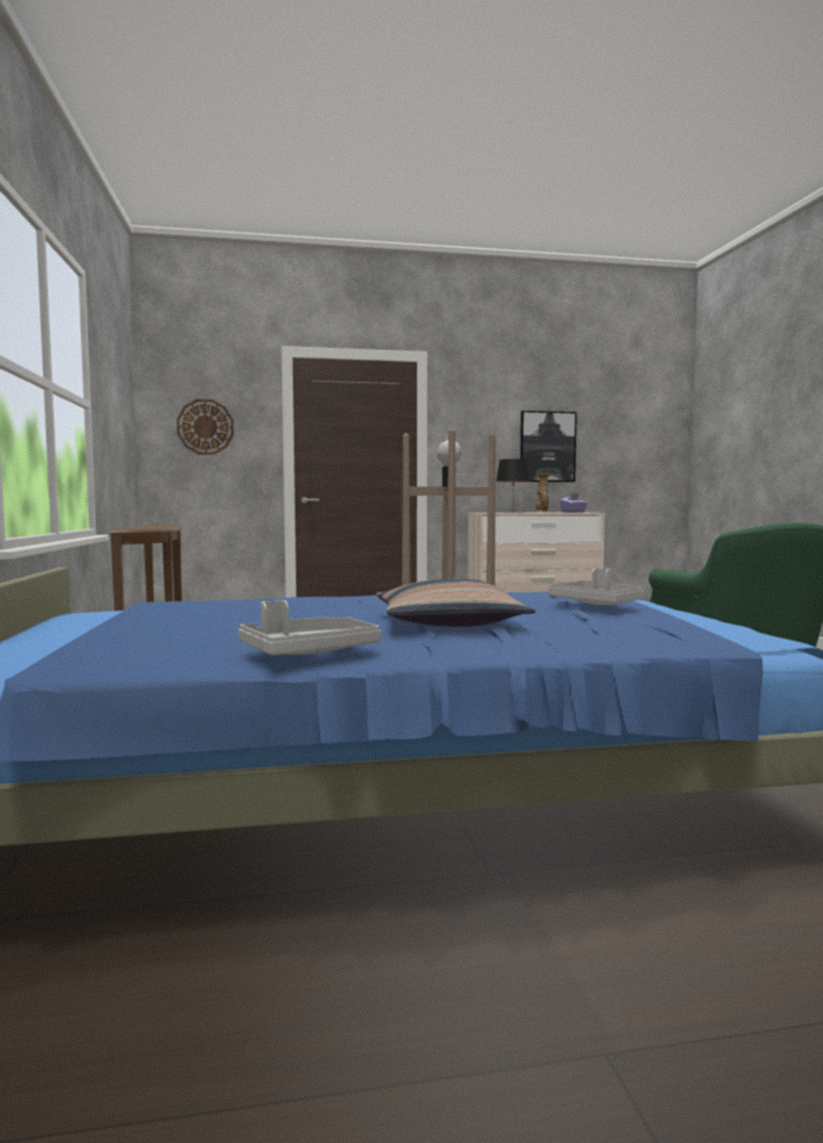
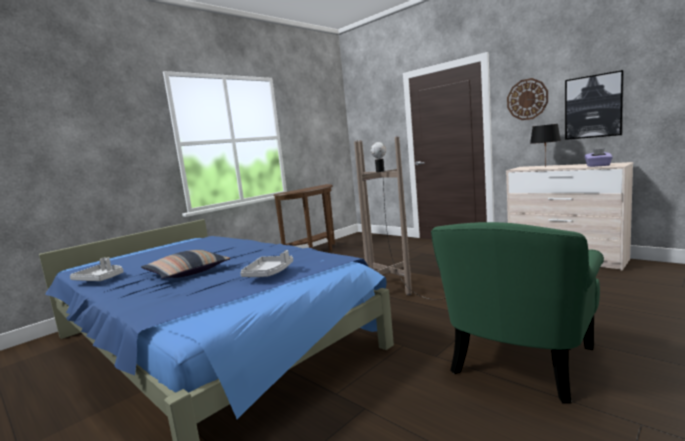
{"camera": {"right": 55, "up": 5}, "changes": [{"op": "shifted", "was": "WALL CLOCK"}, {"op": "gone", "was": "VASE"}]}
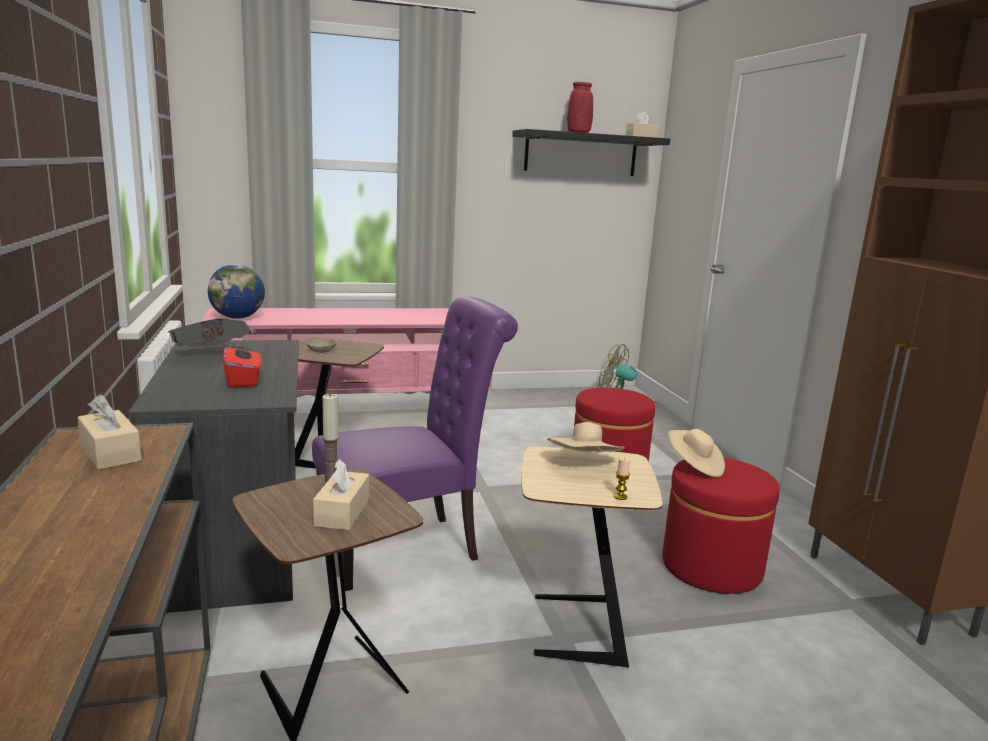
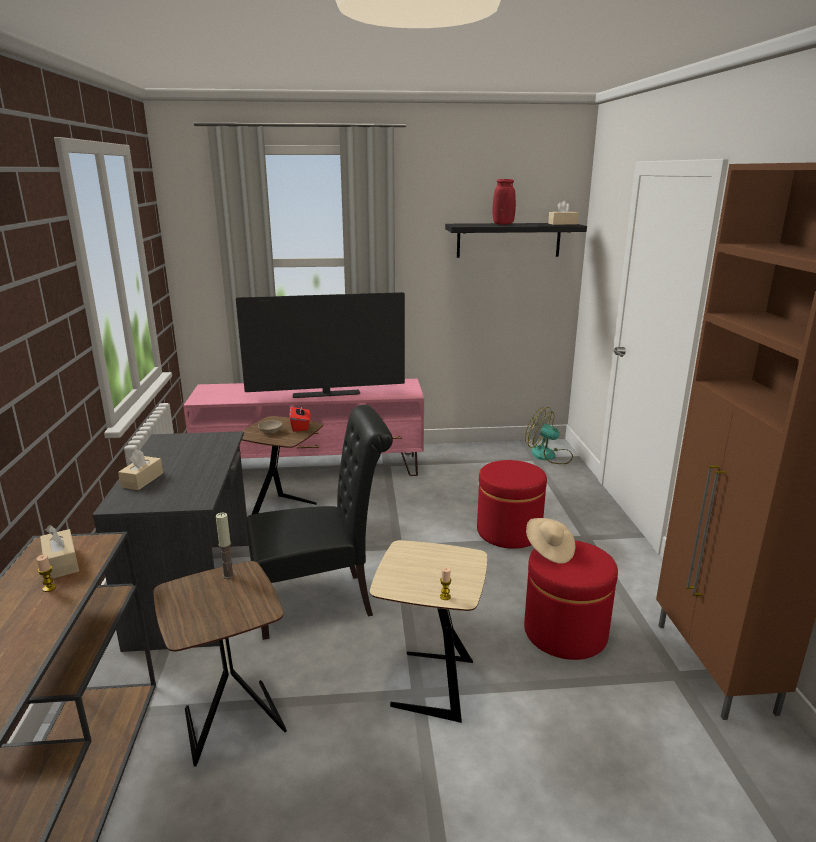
{"camera": {"right": 10, "up": 5}, "changes": [{"op": "gone", "was": "NEWSPAPER"}, {"op": "gone", "was": "GLOBE"}, {"op": "shifted", "was": "RED TISSUE BOX"}, {"op": "repainted", "was": "PURPLE CHAIR", "now": "BLACK CHAIR"}, {"op": "shifted", "was": "BEIGE TISSUE BOX (no. 2 from left)"}, {"op": "gone", "was": "BEIGE HAT (no. 1 from left)"}, {"op": "new", "now": "CANDLE (no. 1 from left)"}, {"op": "new", "now": "TELEVISION"}]}
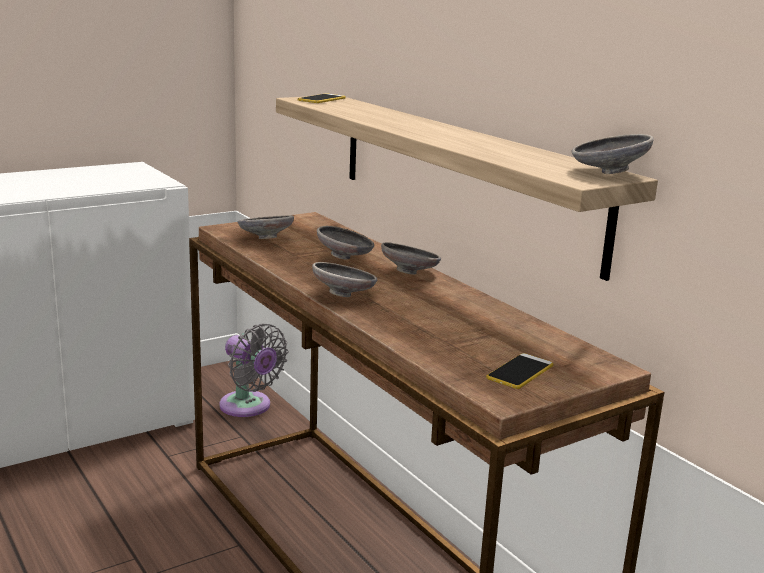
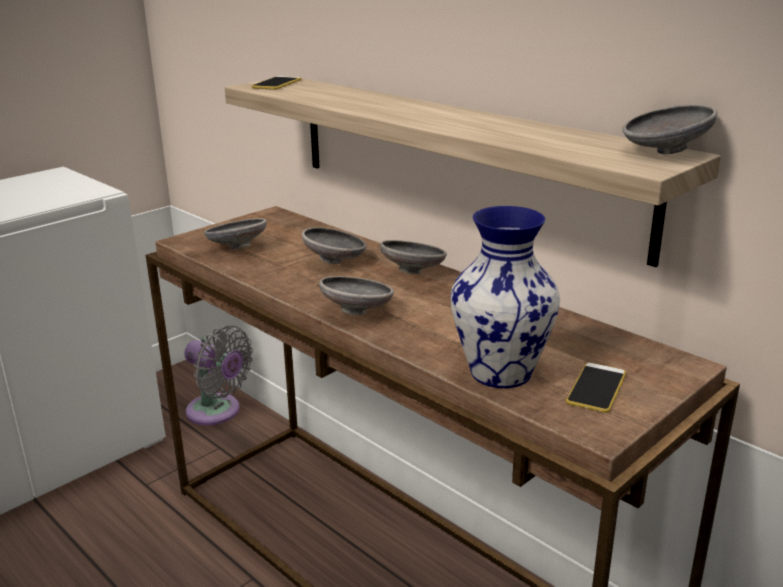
{"camera": {"right": -10, "up": 5}, "changes": [{"op": "new", "now": "VASE"}]}
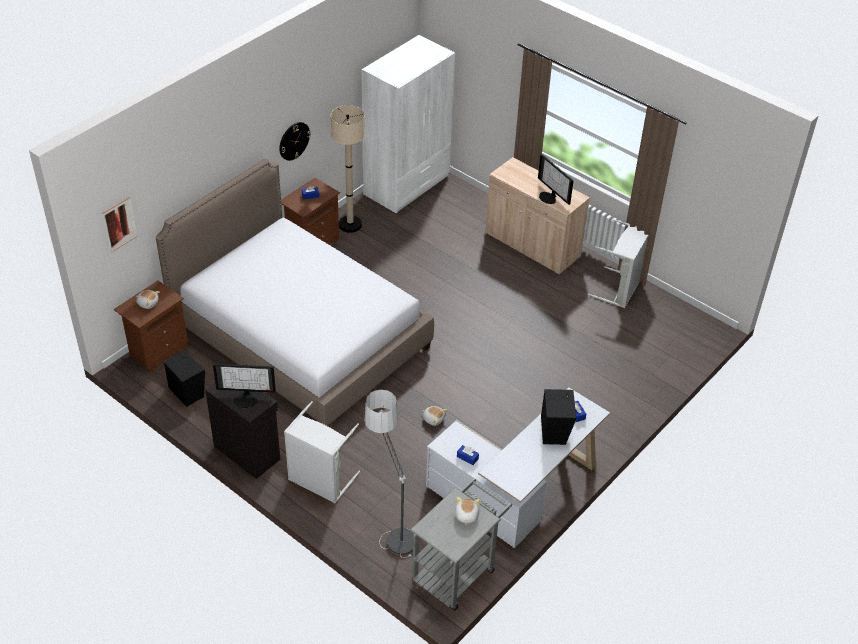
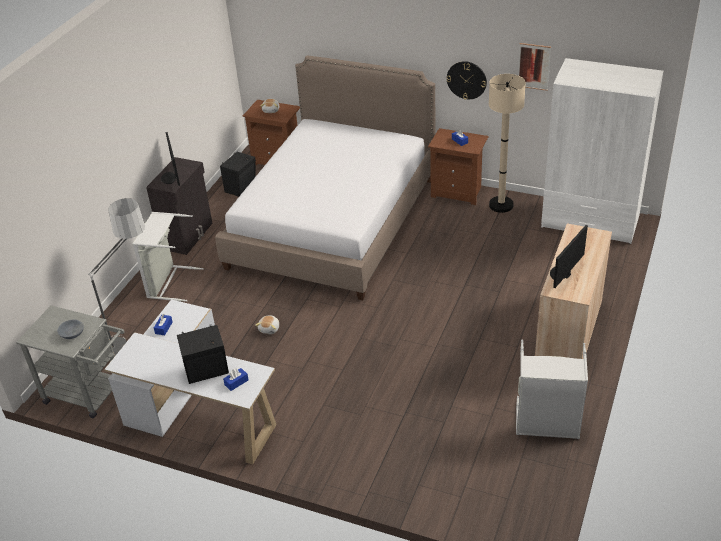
{"camera": {"right": 75, "up": -5}, "changes": [{"op": "shifted", "was": "PICTURE"}, {"op": "swapped", "was": "PLUSH TOY (no. 3 from left)", "now": "GREY BOWL"}]}
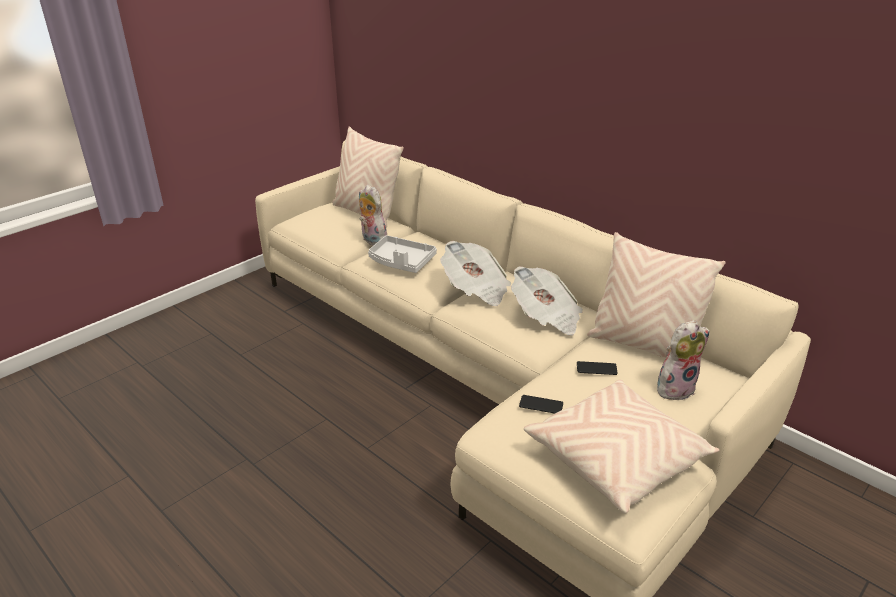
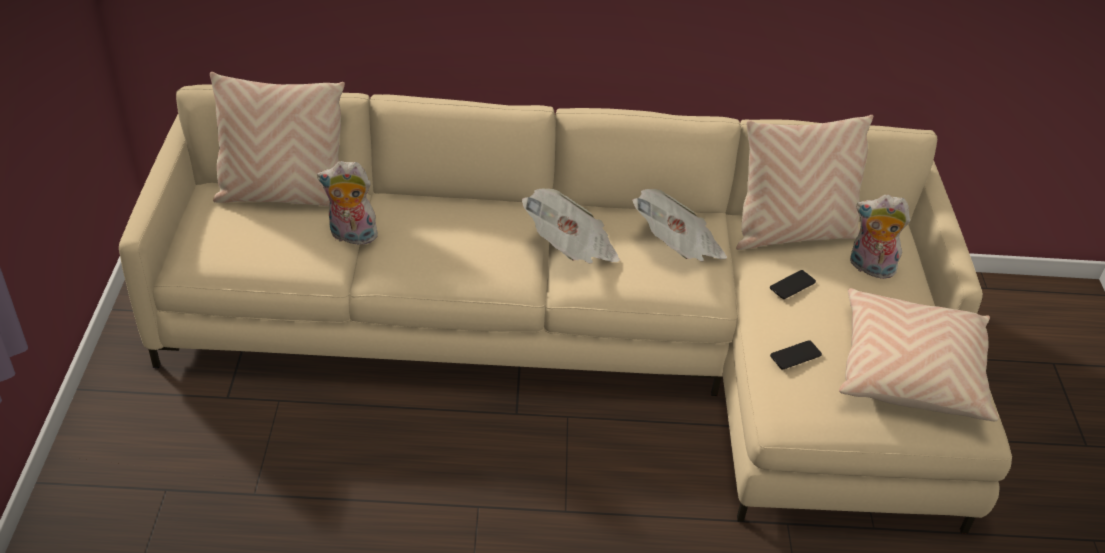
{"camera": {"right": -45, "up": 10}, "changes": [{"op": "gone", "was": "GREY TRAY"}, {"op": "rotated", "was": "PLUSH TOY (no. 2 from left)", "clockwise": -90}]}
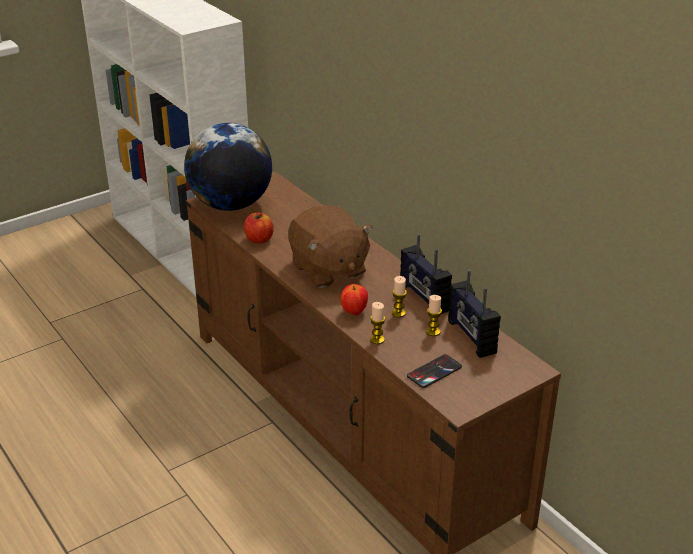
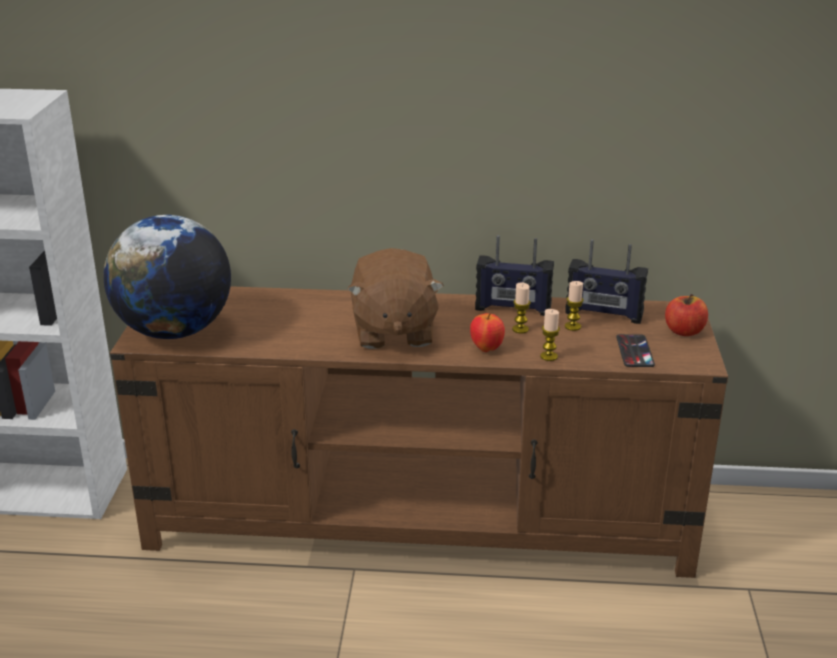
{"camera": {"right": -50, "up": -5}, "changes": [{"op": "shifted", "was": "APPLE (no. 1 from left in the first image)", "now": "APPLE (no. 2 from left)"}, {"op": "rotated", "was": "BROWN PLUSH TOY", "clockwise": 75}]}
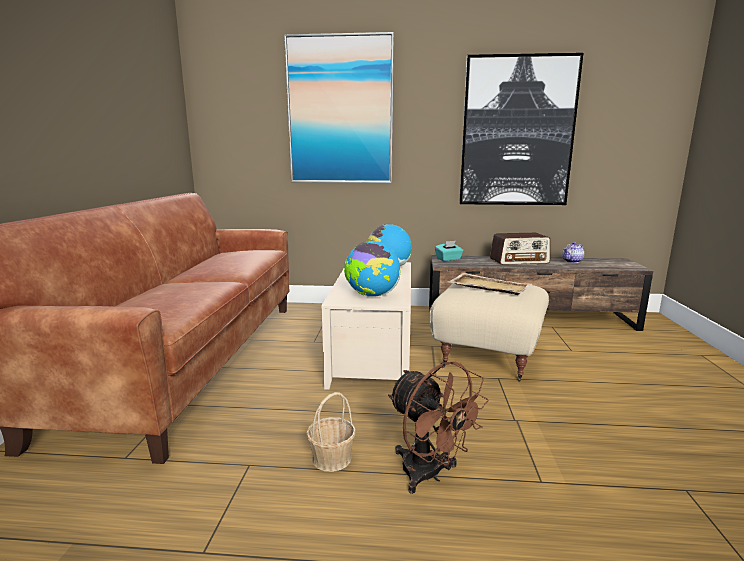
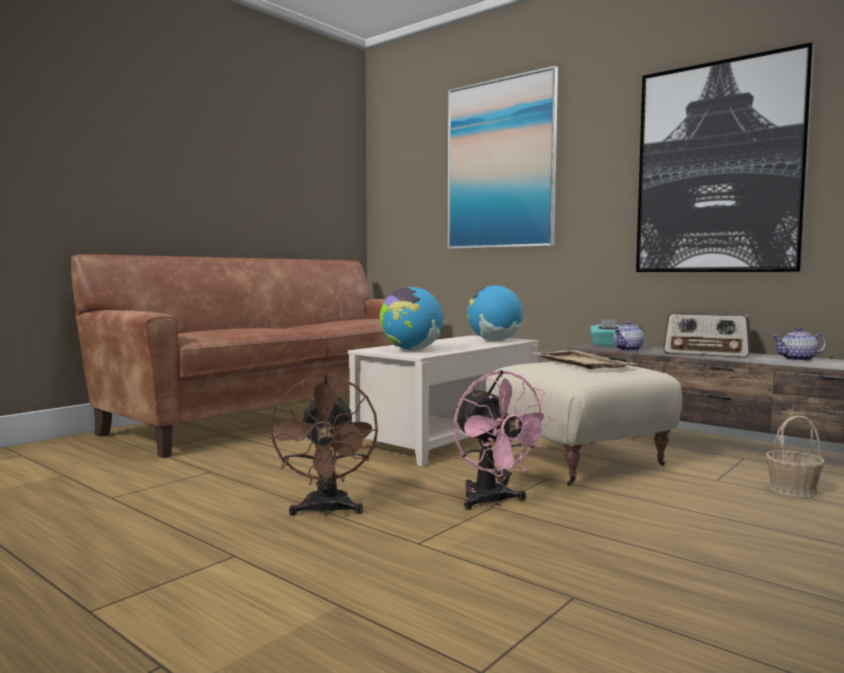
{"camera": {"right": 35, "up": -10}, "changes": [{"op": "shifted", "was": "BASKET"}, {"op": "new", "now": "PINK FAN"}, {"op": "new", "now": "TEAPOT (no. 1 from left)"}]}
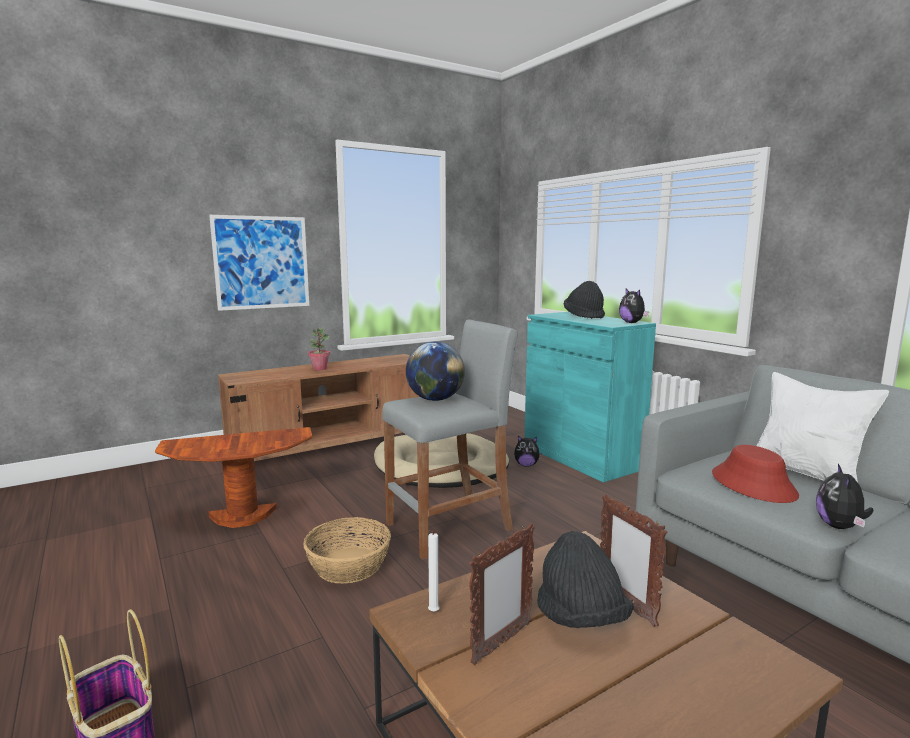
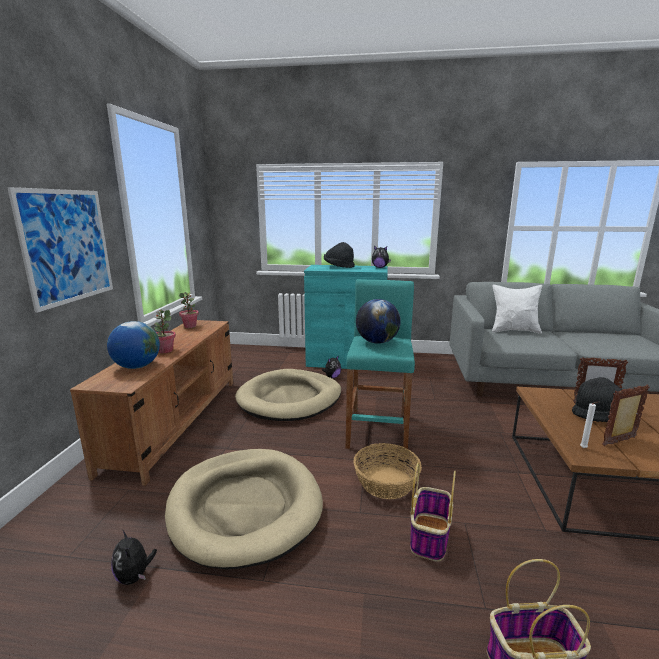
{"camera": {"right": -50, "up": 5}, "changes": [{"op": "swapped", "was": "BROWN SIDE TABLE", "now": "BEIGE DOG BED (no. 1 from left)"}, {"op": "repainted", "was": "GREY STOOL", "now": "TURQUOISE STOOL"}, {"op": "rotated", "was": "PICTURE FRAME (no. 1 from left in the first image)", "clockwise": -105}, {"op": "gone", "was": "RED HAT"}, {"op": "shifted", "was": "PLUSH TOY (no. 3 from left in the first image)", "now": "PLUSH TOY (no. 1 from left)"}, {"op": "new", "now": "GLOBE (no. 1 from left)"}, {"op": "new", "now": "POTTED PLANT (no. 2 from left)"}, {"op": "new", "now": "BASKET (no. 2 from left)"}]}
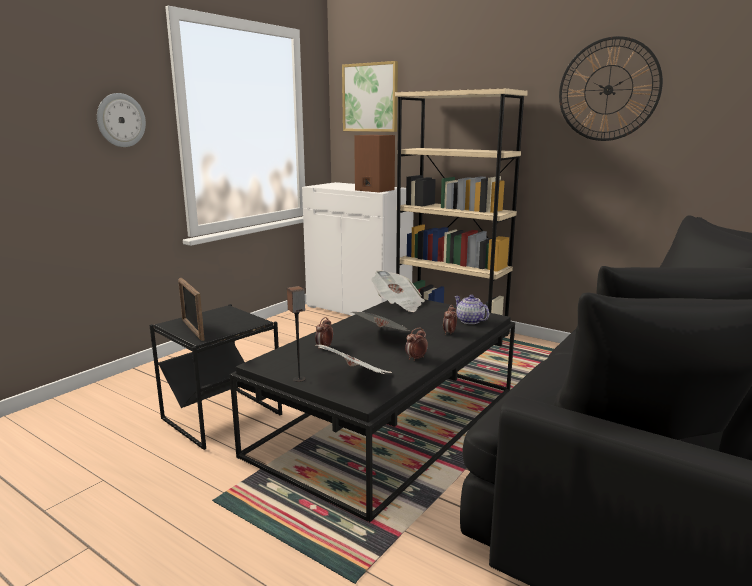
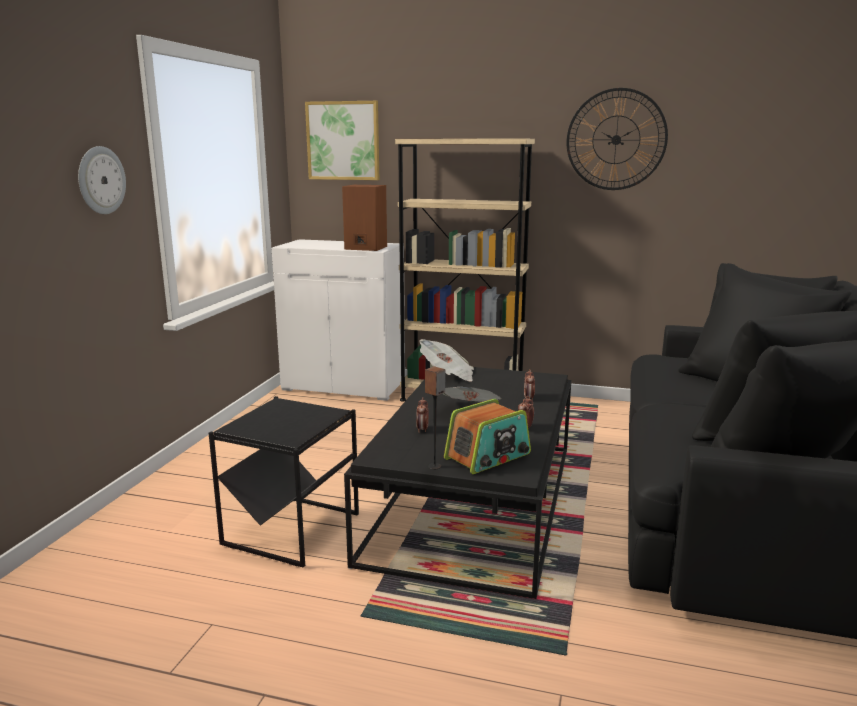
{"camera": {"right": -20, "up": 0}, "changes": [{"op": "gone", "was": "PICTURE FRAME"}, {"op": "swapped", "was": "NEWSPAPER (no. 1 from left)", "now": "RADIO"}, {"op": "gone", "was": "TEAPOT"}]}
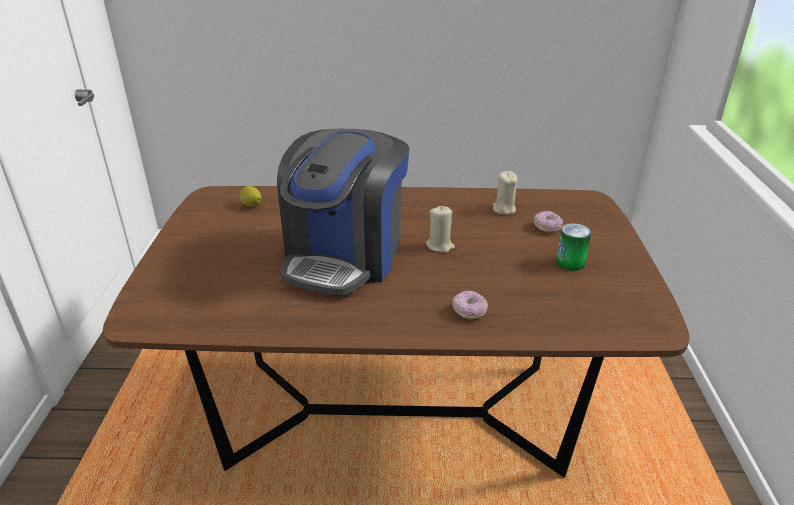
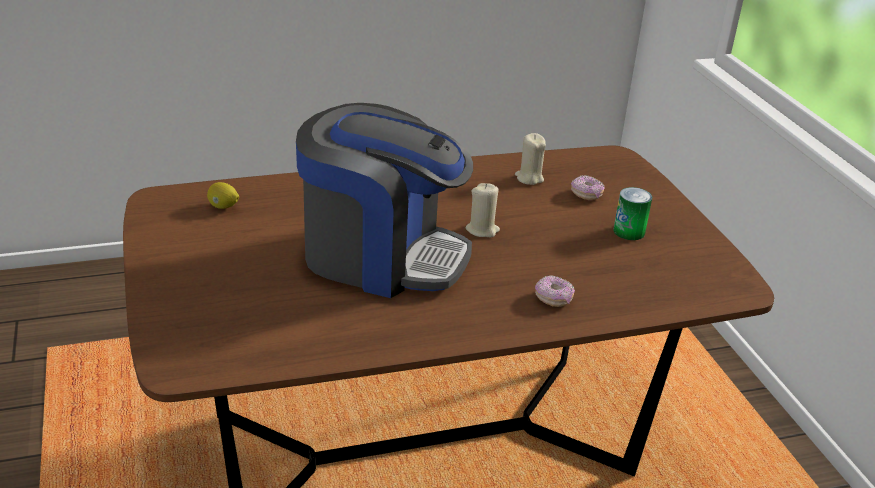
{"camera": {"right": -20, "up": 0}, "changes": [{"op": "rotated", "was": "COFFEE MACHINE", "clockwise": -75}]}
